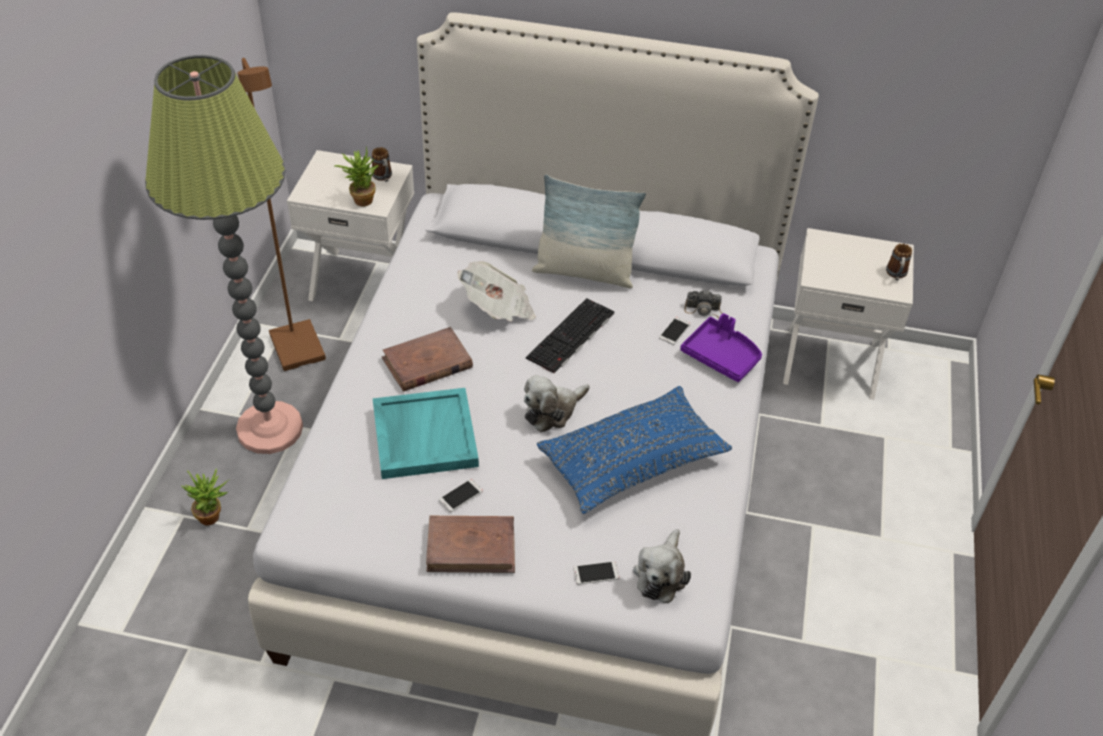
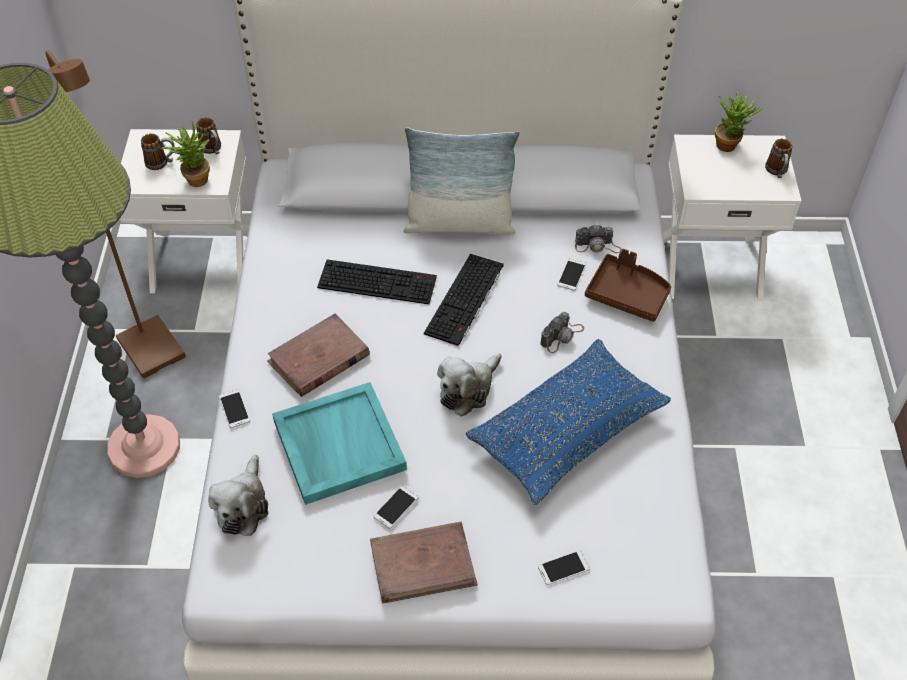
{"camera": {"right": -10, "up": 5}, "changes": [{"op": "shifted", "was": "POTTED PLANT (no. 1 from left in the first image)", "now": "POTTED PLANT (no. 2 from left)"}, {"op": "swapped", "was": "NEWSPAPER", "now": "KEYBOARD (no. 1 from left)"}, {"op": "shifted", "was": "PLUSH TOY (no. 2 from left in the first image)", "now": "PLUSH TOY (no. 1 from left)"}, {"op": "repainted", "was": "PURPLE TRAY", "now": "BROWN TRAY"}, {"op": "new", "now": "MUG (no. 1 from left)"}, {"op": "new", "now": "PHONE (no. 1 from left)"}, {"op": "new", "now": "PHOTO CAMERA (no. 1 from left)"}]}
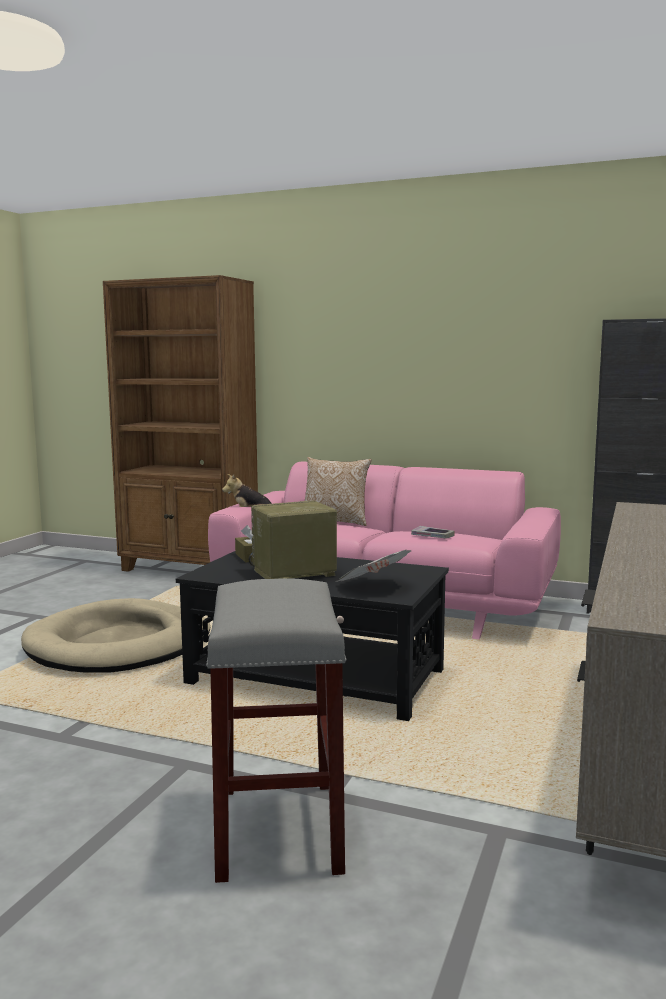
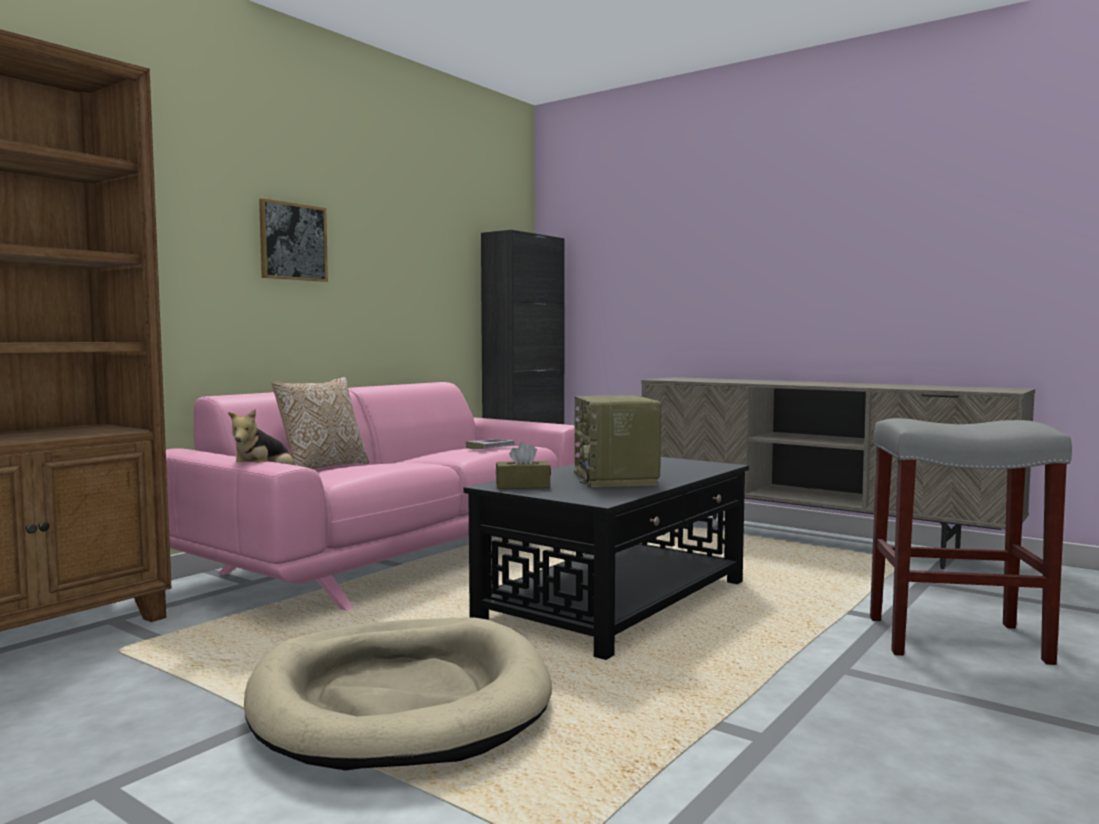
{"camera": {"right": -75, "up": -5}, "changes": [{"op": "gone", "was": "NEWSPAPER"}, {"op": "new", "now": "PICTURE"}]}
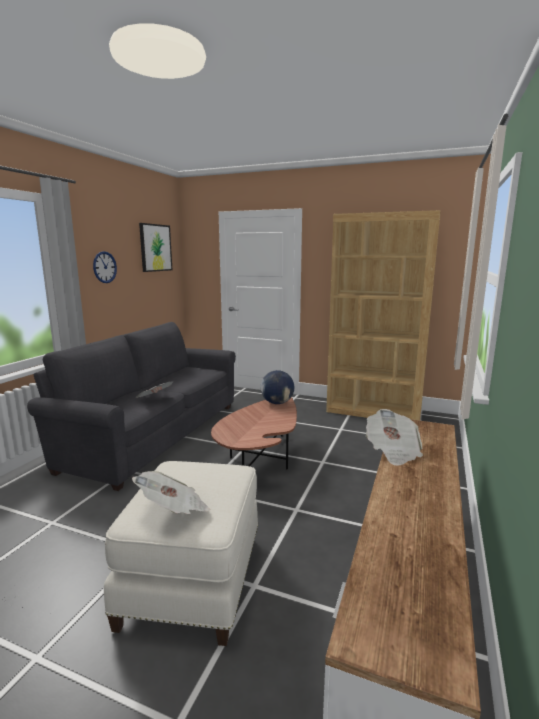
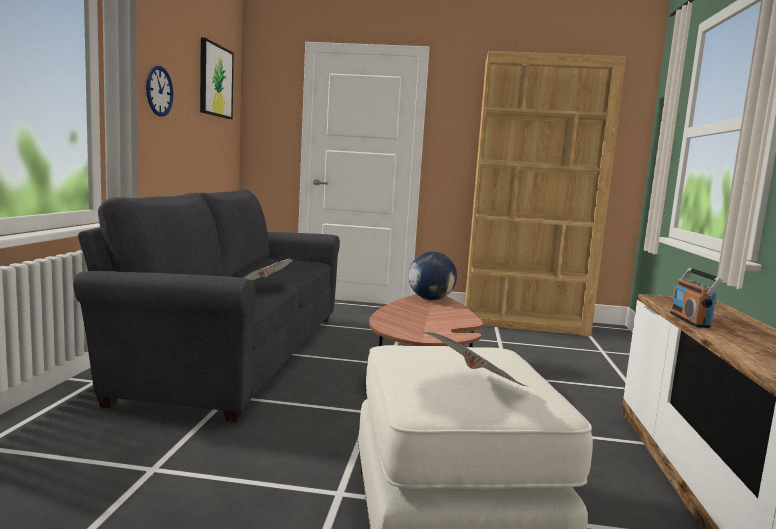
{"camera": {"right": -15, "up": -5}, "changes": [{"op": "swapped", "was": "NEWSPAPER (no. 3 from left)", "now": "RADIO"}]}
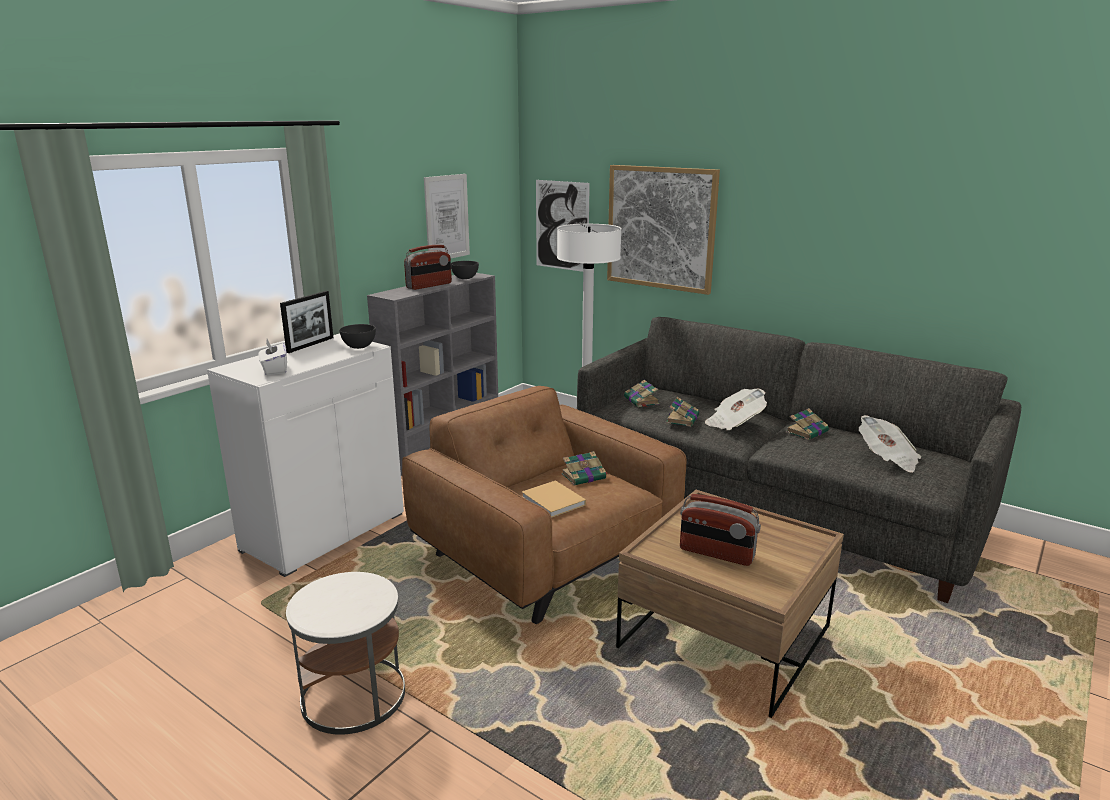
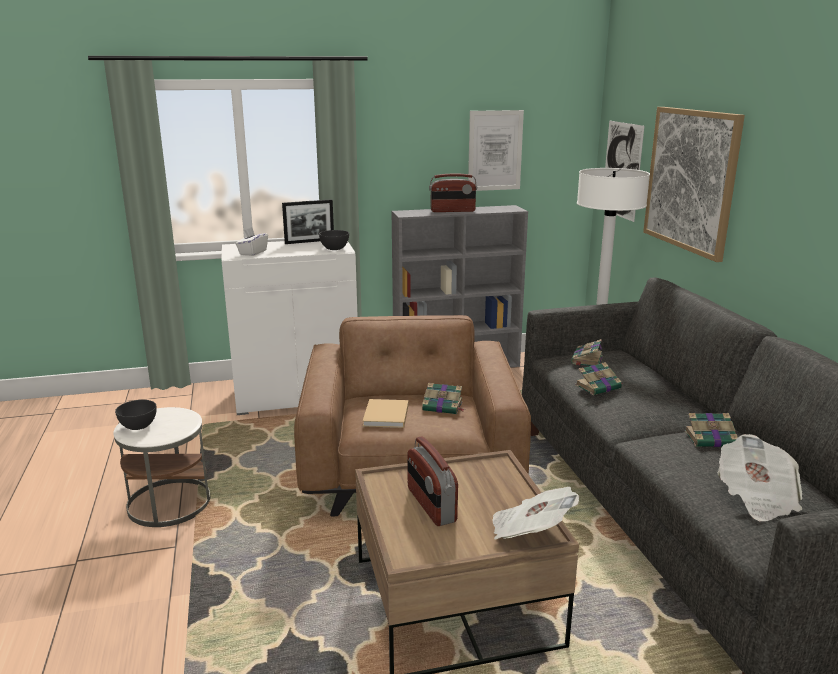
{"camera": {"right": 40, "up": 0}, "changes": [{"op": "shifted", "was": "GREY BOWL (no. 2 from left in the first image)", "now": "GREY BOWL (no. 1 from left)"}, {"op": "shifted", "was": "NEWSPAPER (no. 1 from left)"}]}
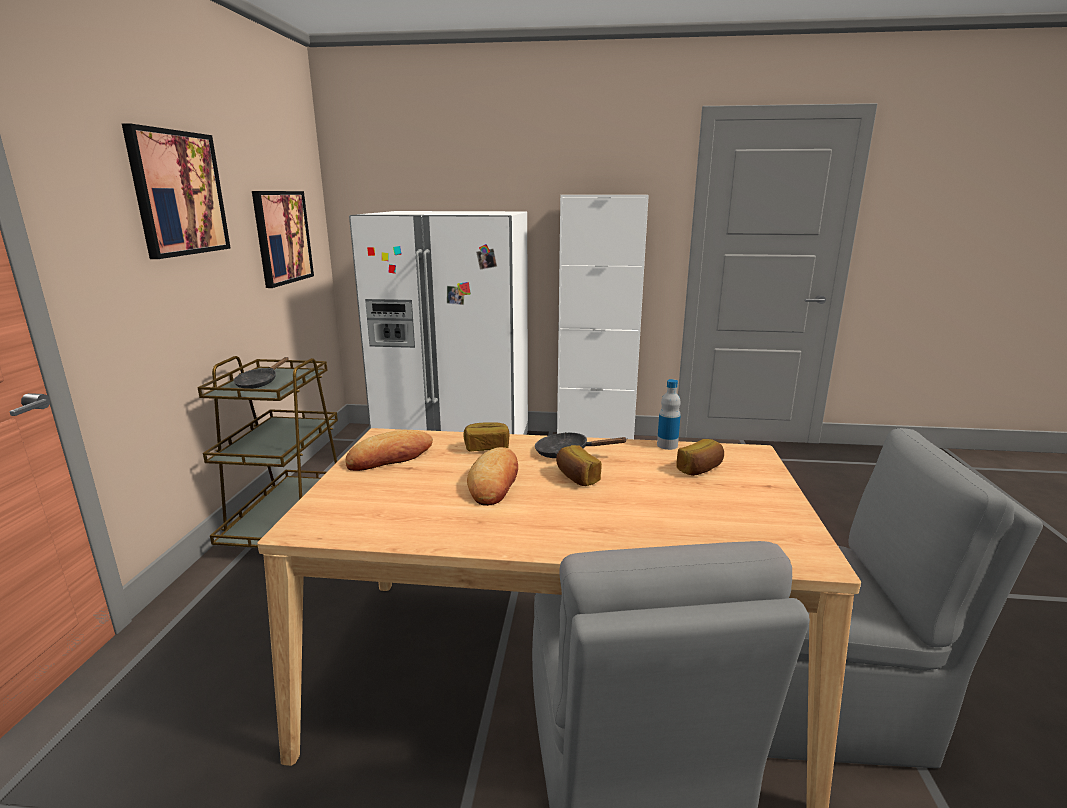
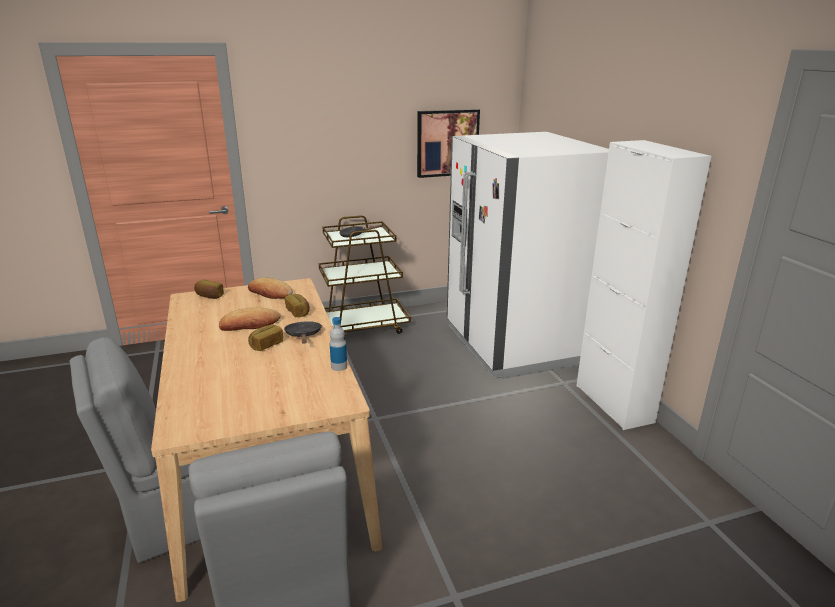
{"camera": {"right": 65, "up": 5}, "changes": [{"op": "gone", "was": "PICTURE (no. 1 from left)"}, {"op": "shifted", "was": "BREAD (no. 5 from left in the first image)", "now": "BREAD (no. 1 from left)"}]}
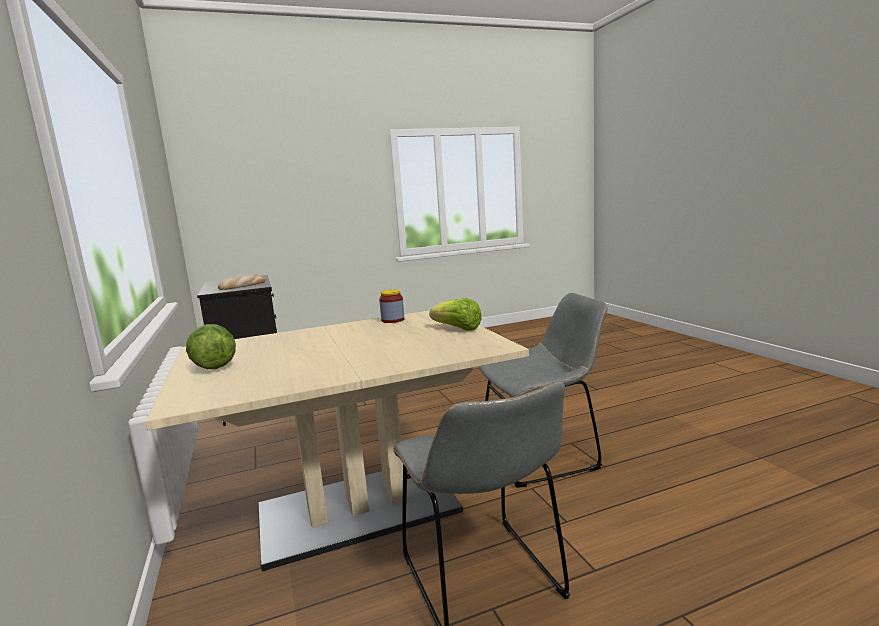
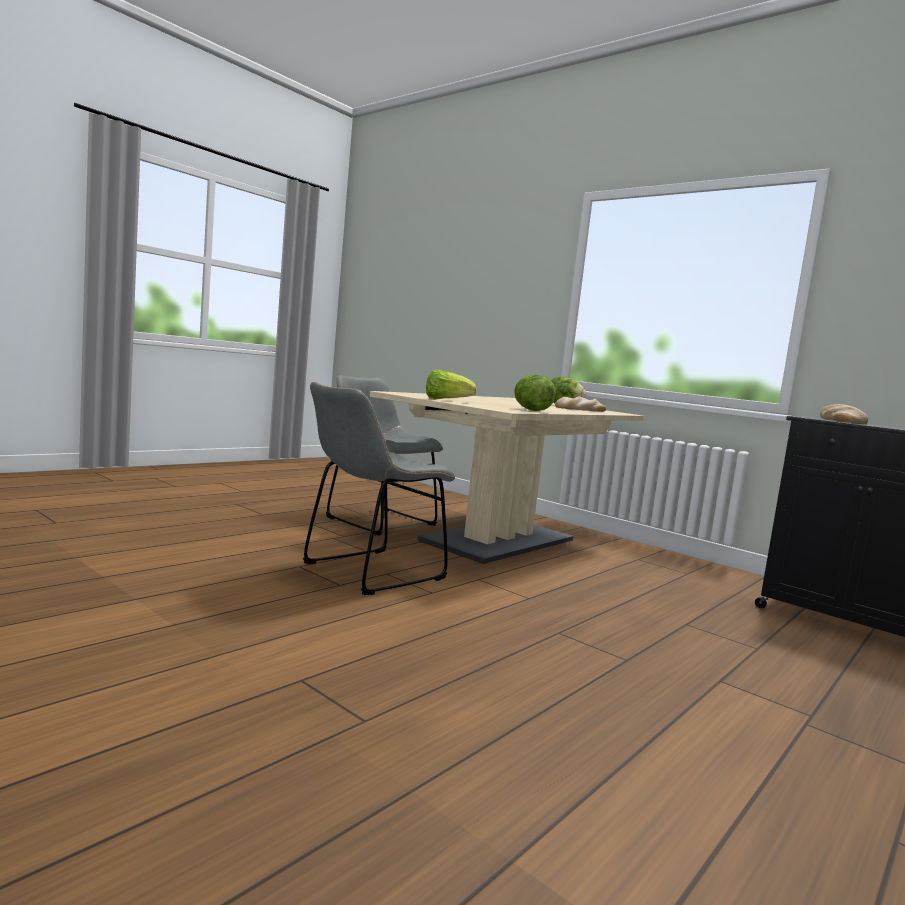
{"camera": {"right": 150, "up": -5}, "changes": [{"op": "swapped", "was": "JAR", "now": "LETTUCE (no. 2 from left)"}, {"op": "new", "now": "BREAD (no. 1 from left)"}]}
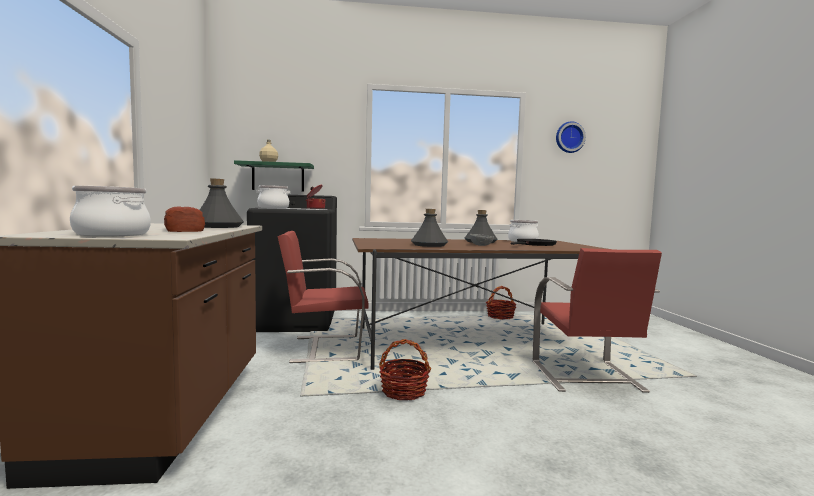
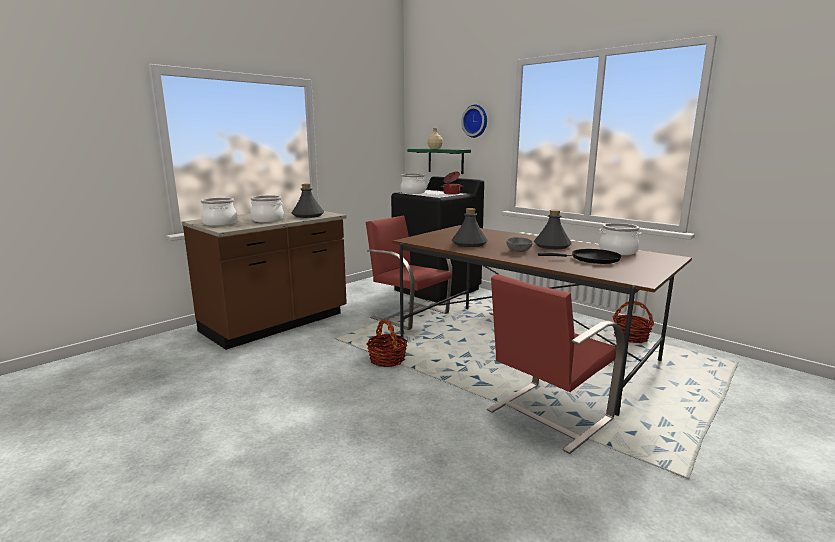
{"camera": {"right": 50, "up": 10}, "changes": [{"op": "swapped", "was": "BREAD", "now": "COOKING POT (no. 2 from left)"}, {"op": "shifted", "was": "WALL CLOCK"}]}
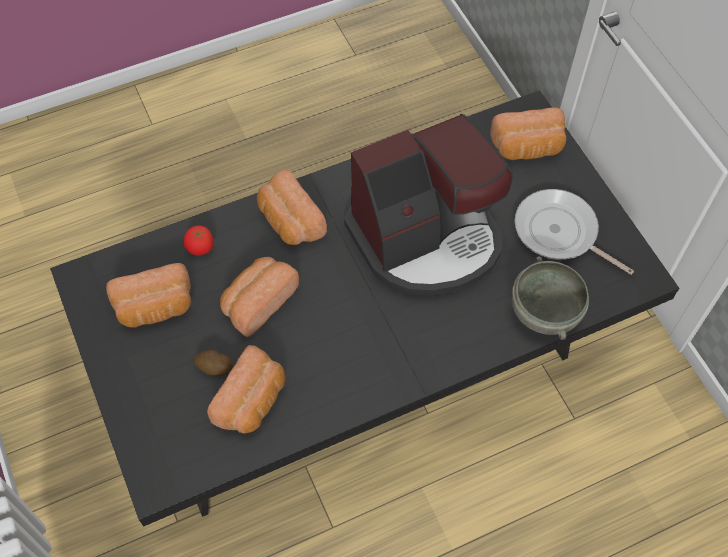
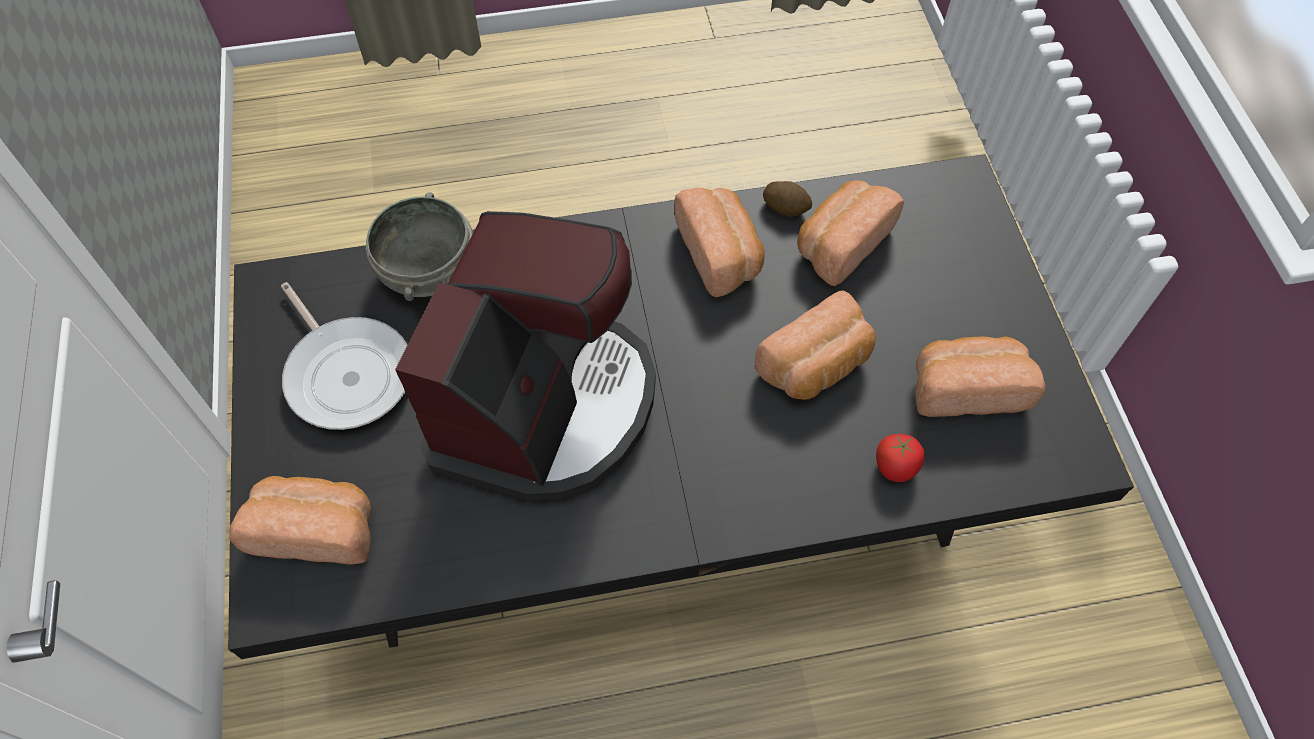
{"camera": {"right": -165, "up": 0}, "changes": [{"op": "shifted", "was": "POTATO"}, {"op": "shifted", "was": "BREAD (no. 4 from left in the first image)", "now": "BREAD (no. 2 from left)"}, {"op": "rotated", "was": "COFFEE MACHINE", "clockwise": 120}]}
